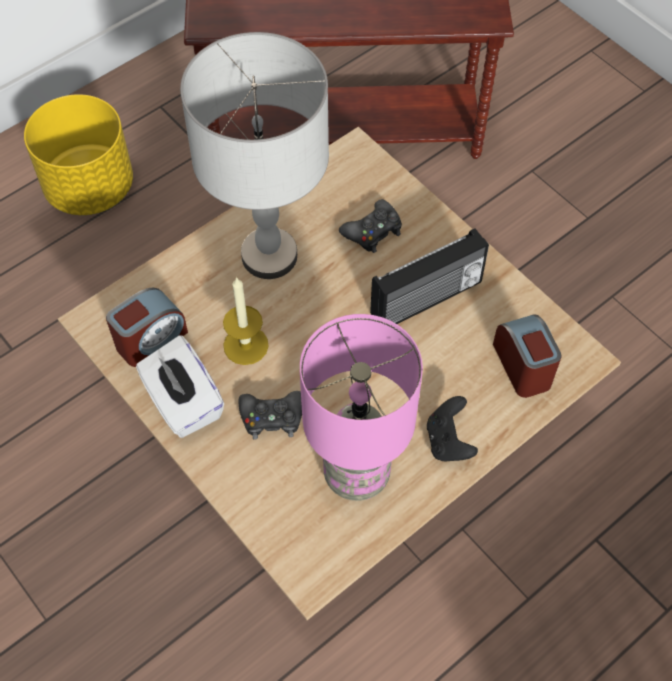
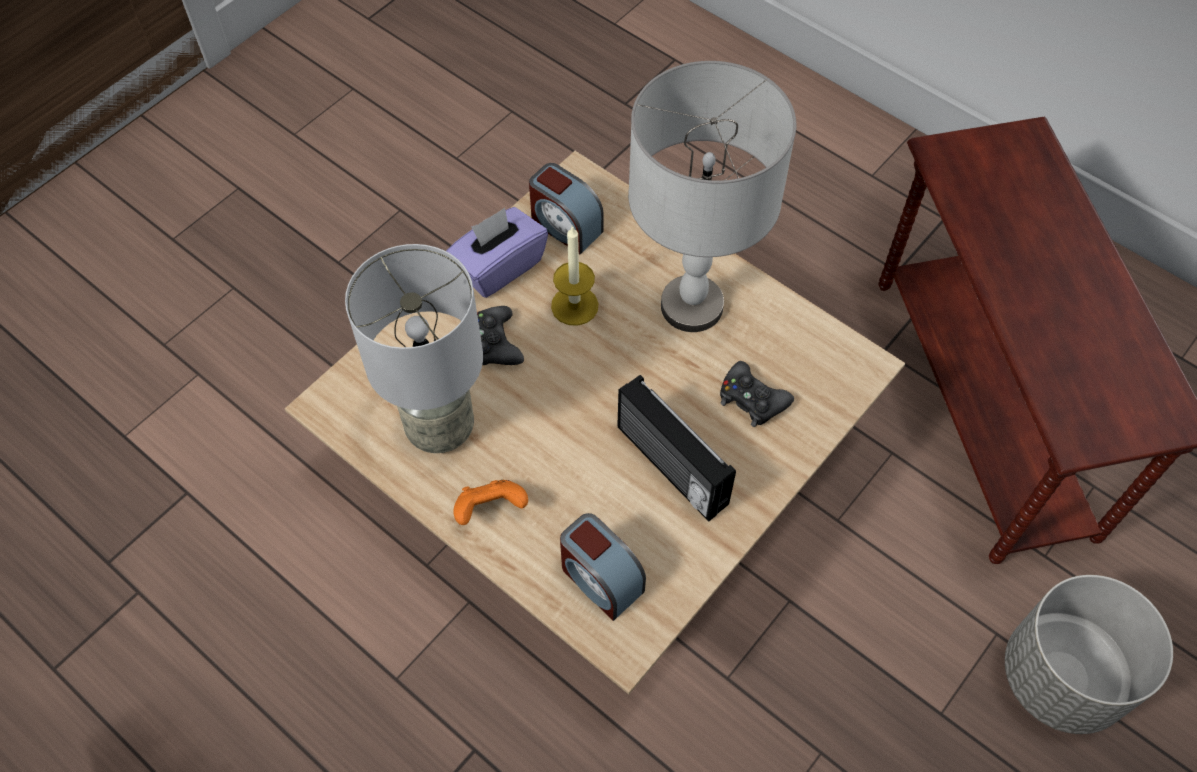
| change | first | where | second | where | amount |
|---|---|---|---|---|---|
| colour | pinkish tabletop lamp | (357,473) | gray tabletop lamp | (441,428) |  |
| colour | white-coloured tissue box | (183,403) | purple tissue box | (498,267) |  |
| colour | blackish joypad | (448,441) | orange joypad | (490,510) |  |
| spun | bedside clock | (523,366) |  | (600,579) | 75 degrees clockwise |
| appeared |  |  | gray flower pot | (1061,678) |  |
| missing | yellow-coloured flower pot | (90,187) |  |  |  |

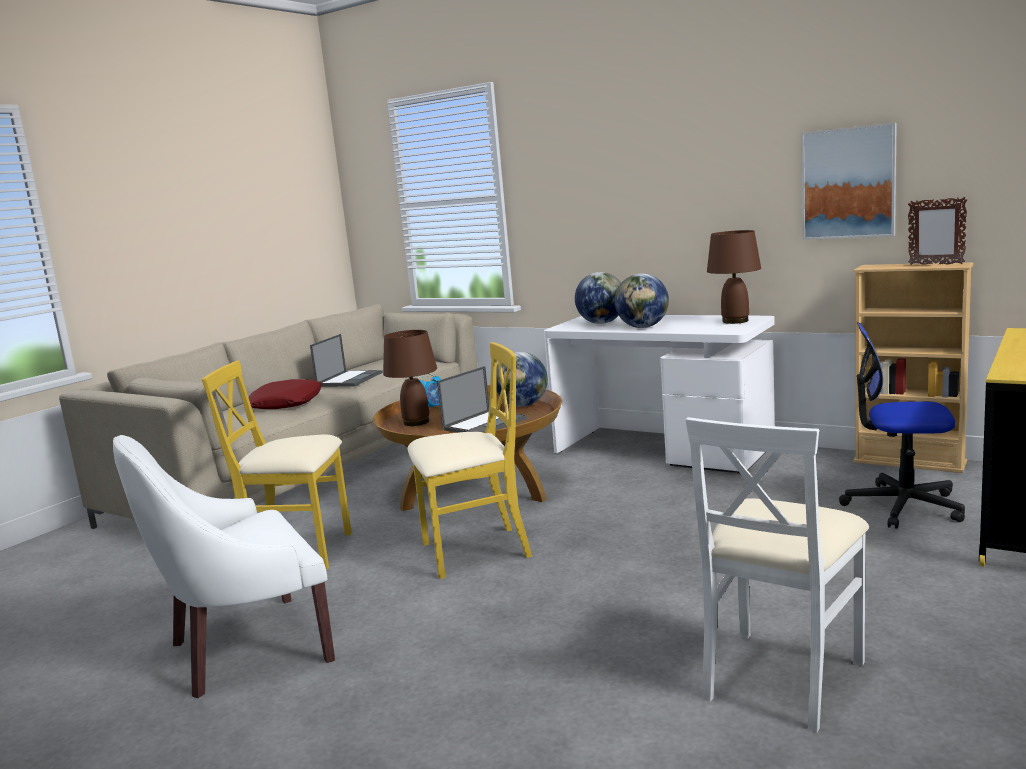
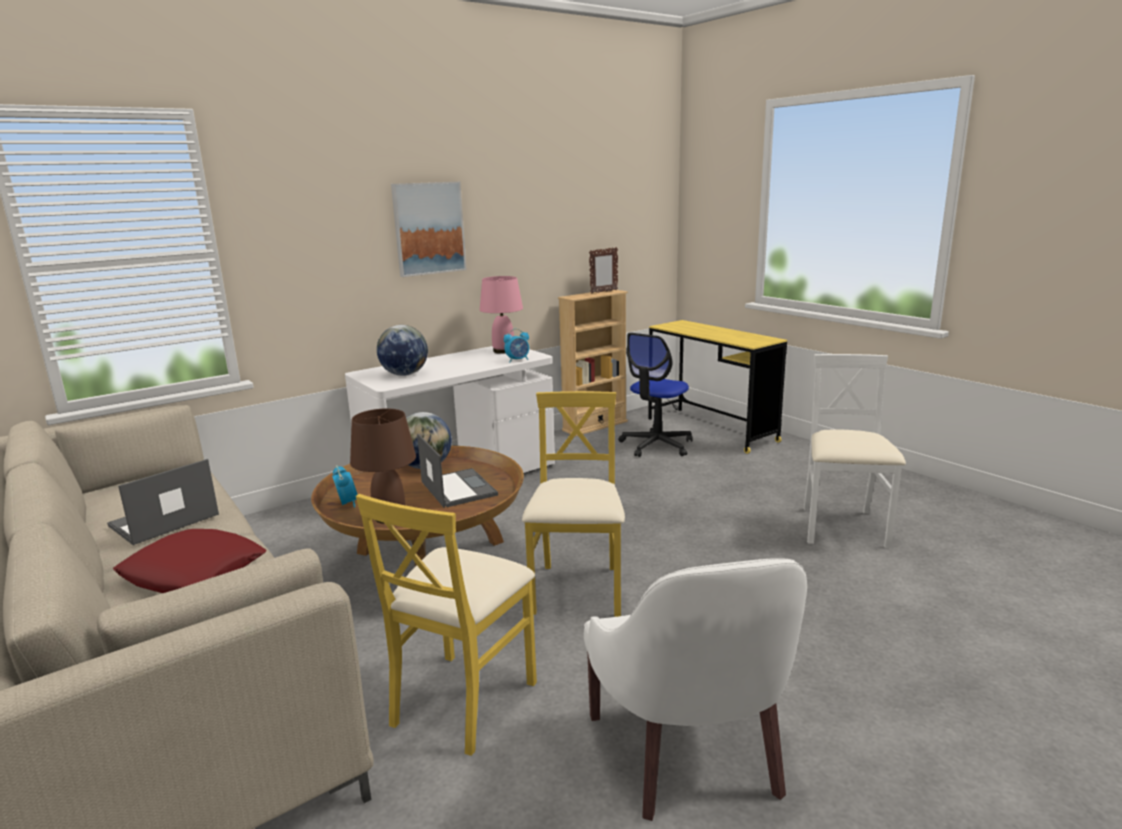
| change | first | where | second | where | amount |
|---|---|---|---|---|---|
| spun | portable computer | (350,379) |  | (163,521) | 90 degrees counterclockwise |
| relocated | picture | (848,183) |  | (429,228) |  |
| colour | brown tabletop lamp | (736,321) | pinkish tabletop lamp | (504,351) |  |
| appeared |  |  | bedside clock | (518,360) |  |
| spun | white-coloured plain chair | (781,677) |  | (842,528) | 135 degrees counterclockwise |
| missing | desk globe | (643,327) |  |  |  |

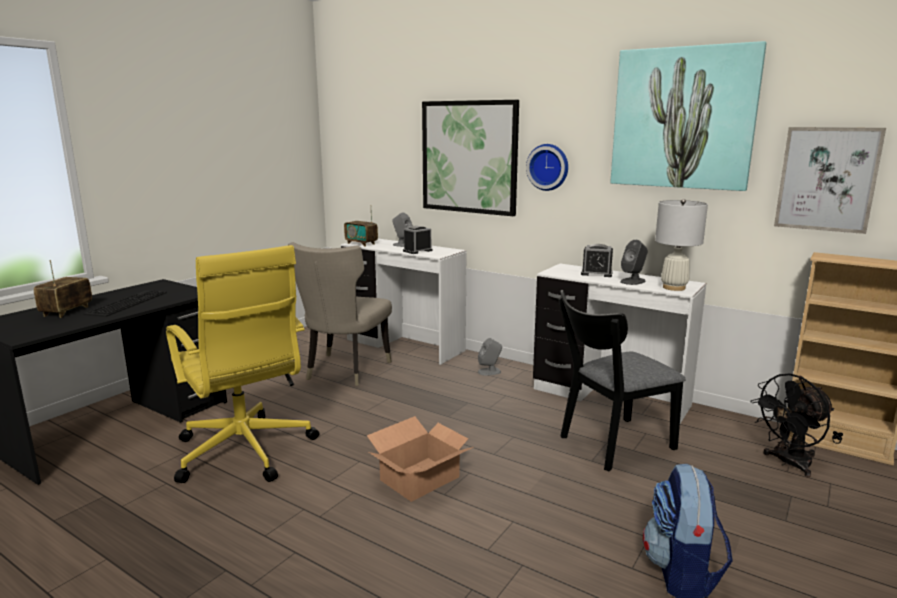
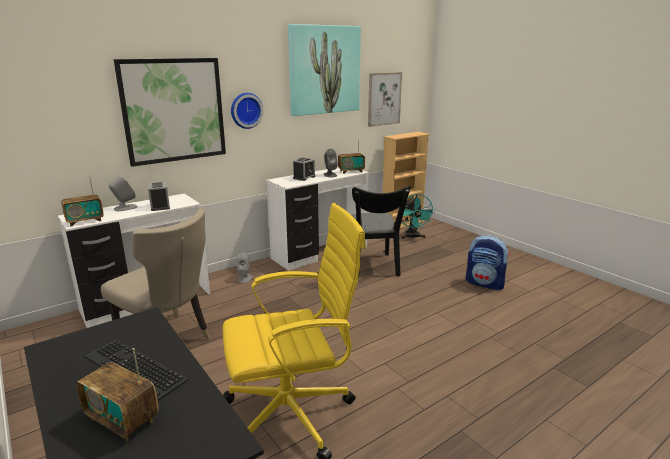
| change | first | where | second | where | amount |
|---|---|---|---|---|---|
| exchanged | white-coloured tabletop lamp | (674,288) | radio receiver | (351,171) |  |
| colour | blackish electric fan | (788,463) | turquoise electric fan | (412,237) |  |
| missing | carton | (421,478) |  |  |  |

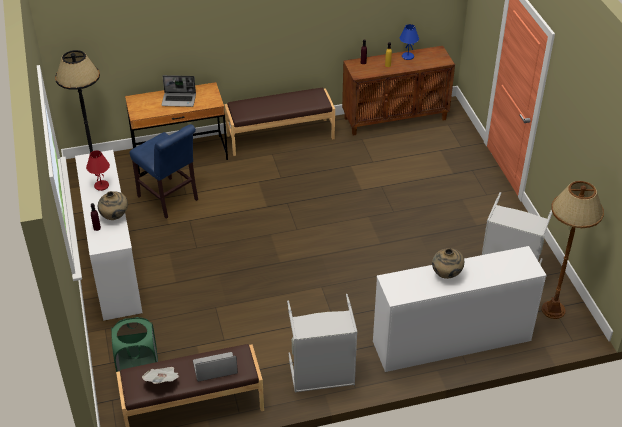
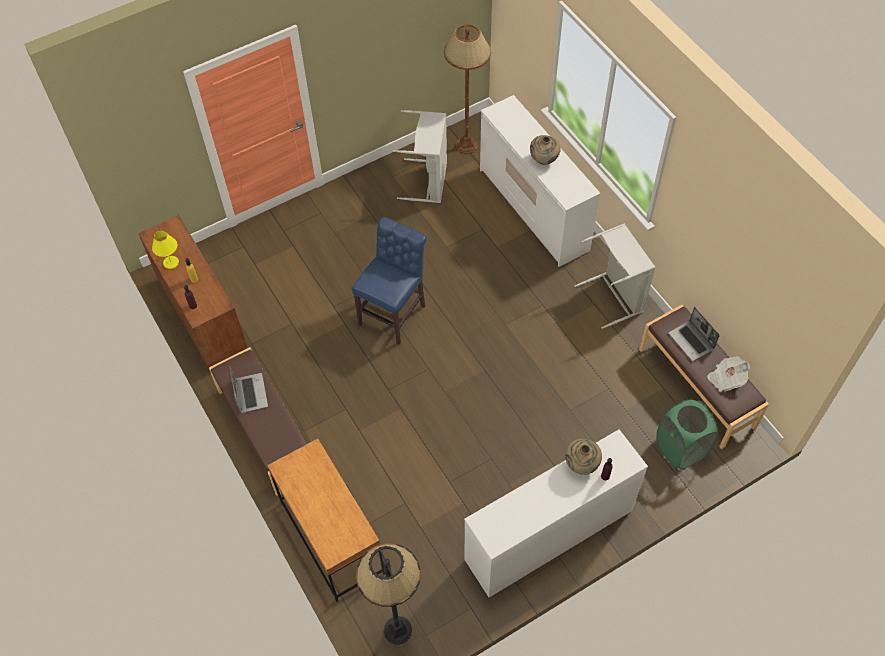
| change | first | where | second | where | amount |
|---|---|---|---|---|---|
| colour | bluish tabletop lamp | (407,57) | yellow-coloured tabletop lamp | (171,263) |  |
| relocated | portable computer | (179,100) |  | (250,393) |  |
| relocated | bluish plain chair | (170,199) |  | (394,313) |  |
| missing | red-coloured tabletop lamp | (101,186) |  |  |  |

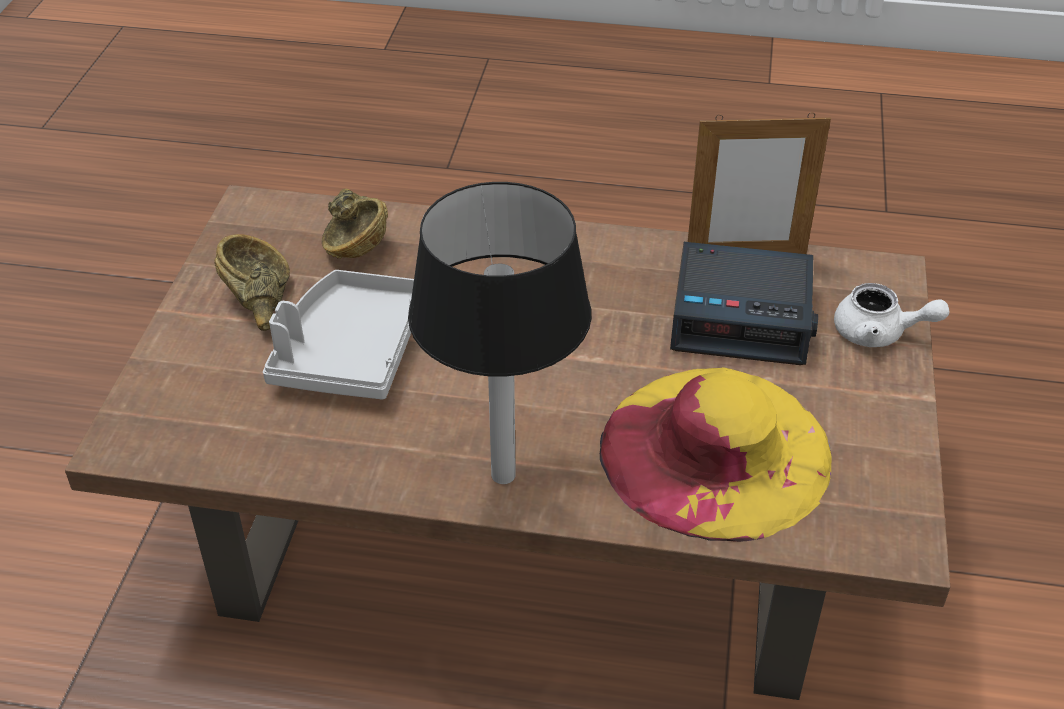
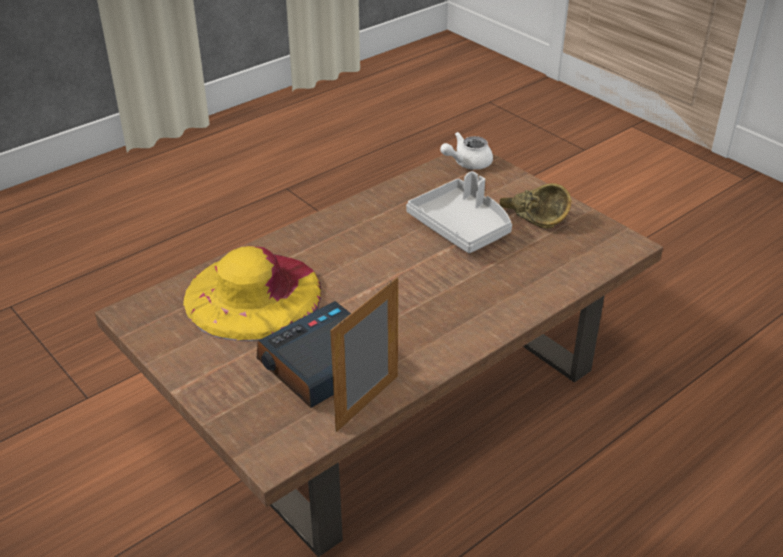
| change | first | where | second | where | amount |
|---|---|---|---|---|---|
| relocated | white-coloured tea pot | (879,333) |  | (467,163) |  |
| missing | brown deep dish | (351,237) |  |  |  |
| missing | tabletop lamp | (504,474) |  |  |  |

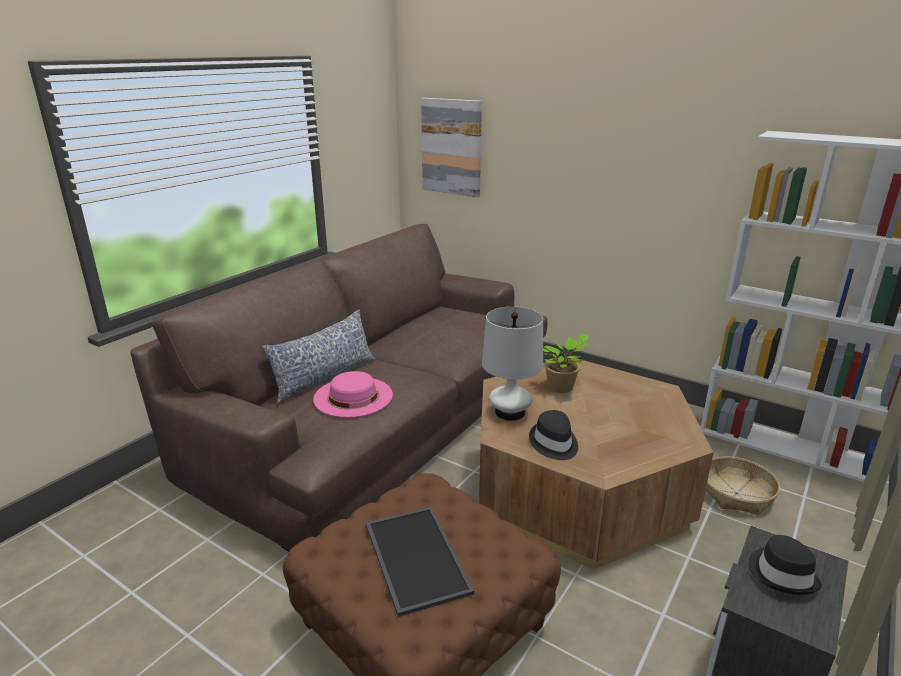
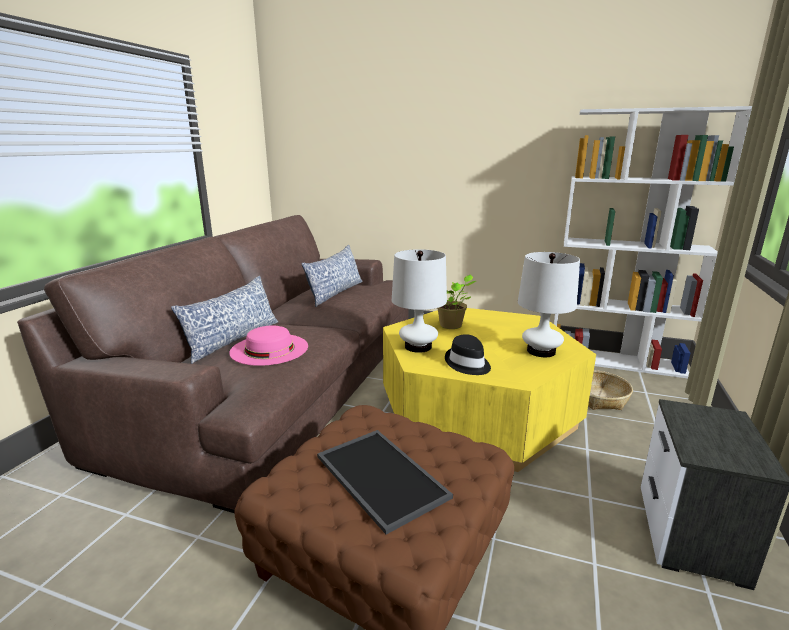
| change | first | where | second | where | amount |
|---|---|---|---|---|---|
| appeared |  |  | cushion | (335,292) |  |
| colour | brown lounge table | (579,489) | yellow-coloured lounge table | (477,412) |  |
| appeared |  |  | white-coloured tabletop lamp | (541,351) |  |
| missing | picture | (452,147) |  |  |  |
| missing | blackish hat | (782,574) |  |  |  |

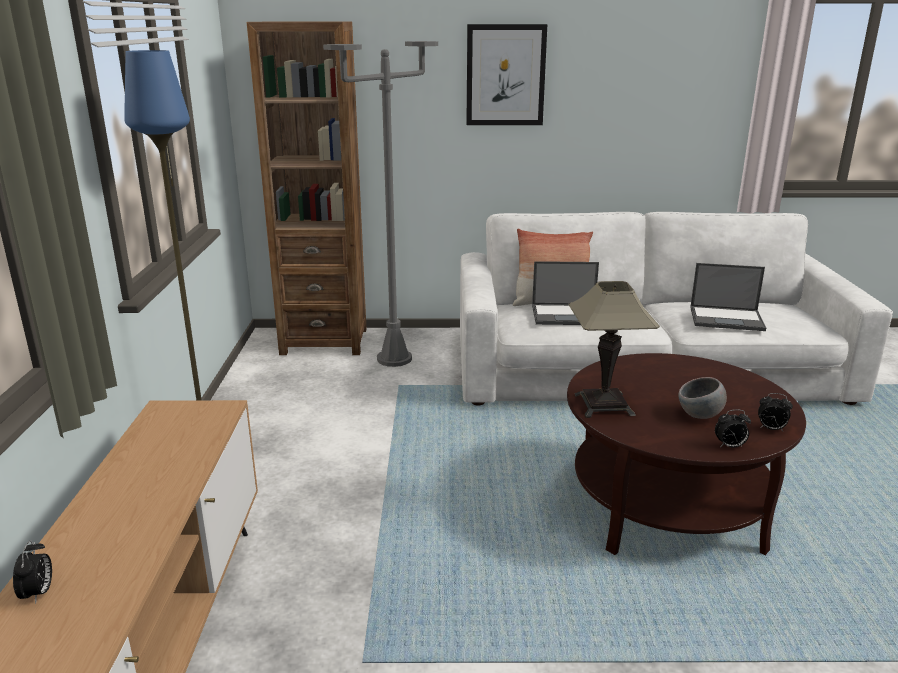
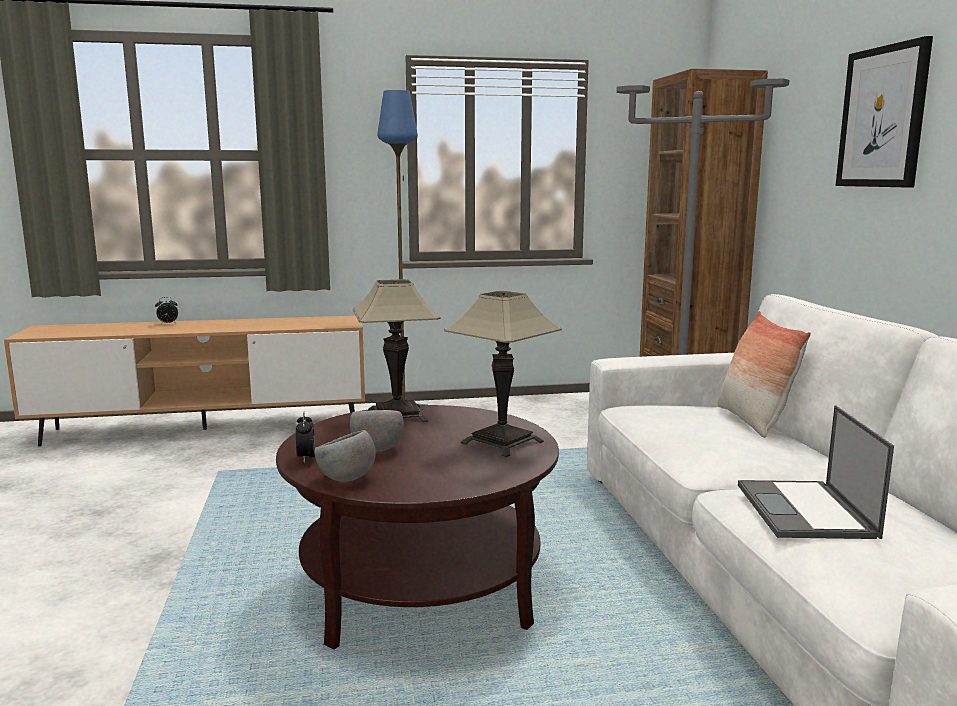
| change | first | where | second | where | amount |
|---|---|---|---|---|---|
| exchanged | bedside clock | (771,429) | gray deep dish | (346,479) |  |
| appeared |  |  | tabletop lamp | (502,442) |  |
| missing | portable computer | (567,315) |  |  |  |

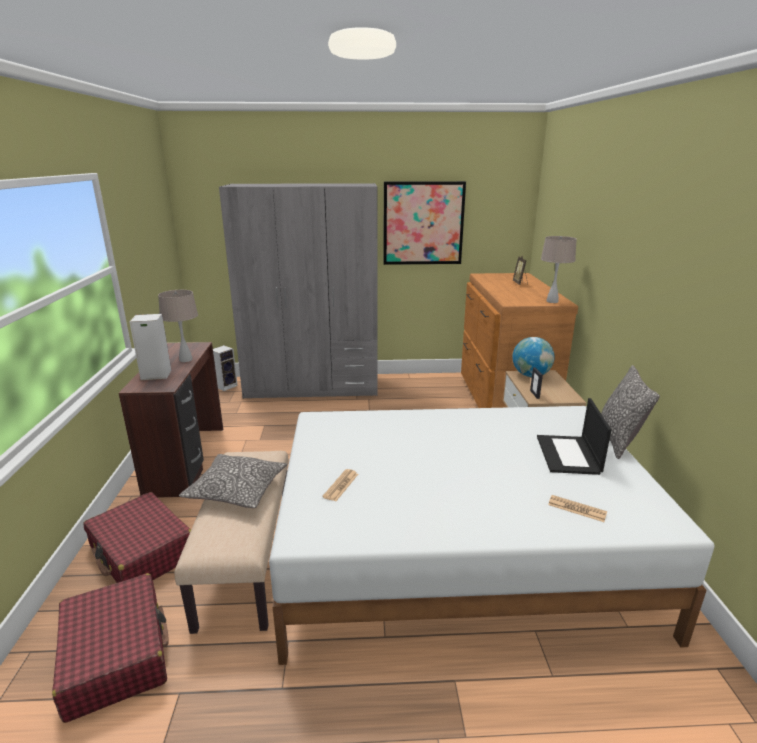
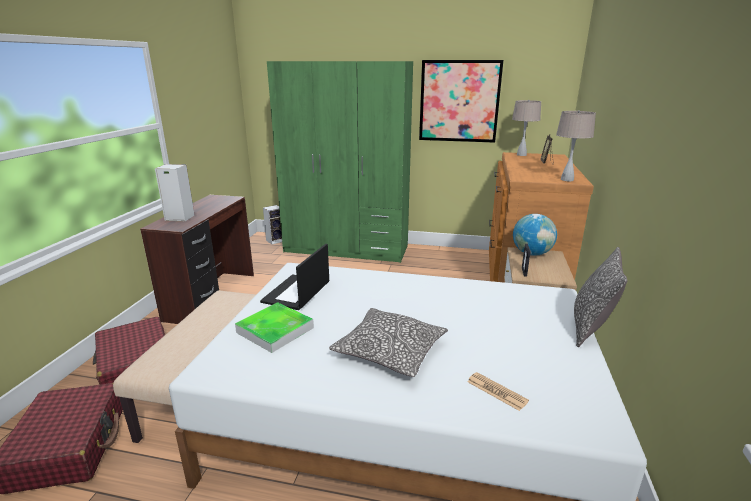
| change | first | where | second | where | amount |
|---|---|---|---|---|---|
| exchanged | printed paper | (341,485) | serving tray | (275,330) |  |
| relocated | portable computer | (569,455) |  | (296,293) |  |
| colour | gray wardrobe | (312,387) | green-coloured wardrobe | (346,249) |  |
| relocated | cushion | (237,490) |  | (389,351) |  |
| relocated | beige-coloured tabletop lamp | (186,359) |  | (521,155) |  |

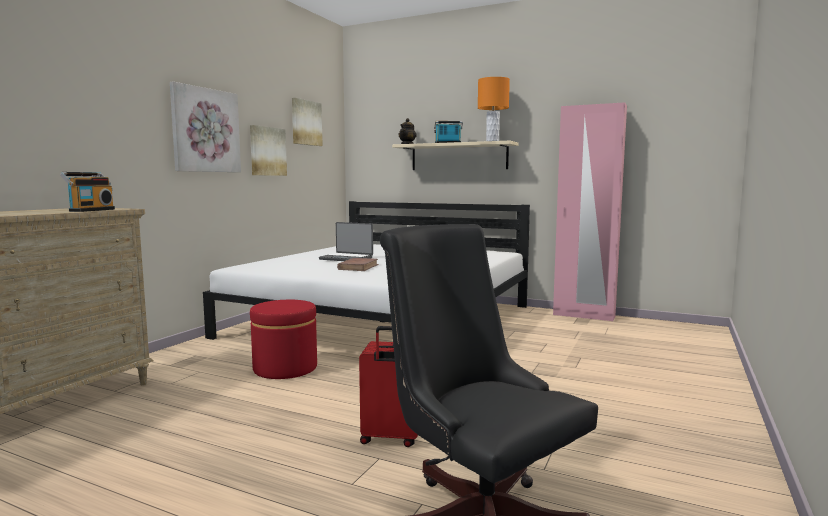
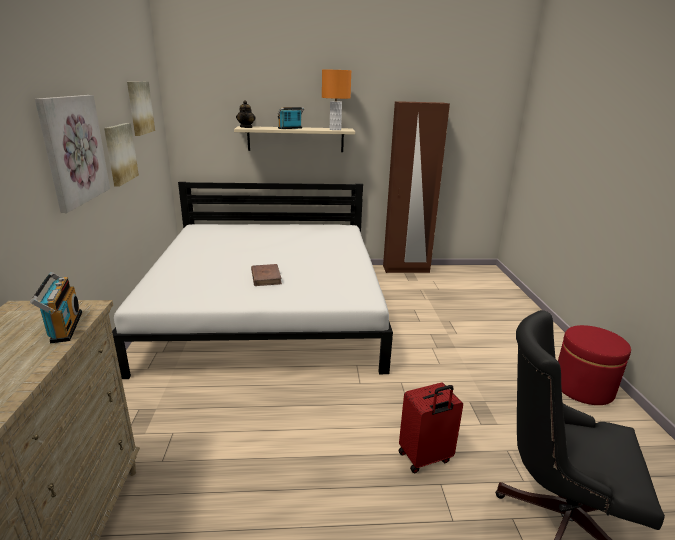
| change | first | where | second | where | amount |
|---|---|---|---|---|---|
| colour | pinkish wardrobe | (584,315) | brown wardrobe | (406,269) |  |
| relocated | red-coloured ottoman | (285,368) |  | (583,387) |  |
| missing | portable computer | (347,258) |  |  |  |

